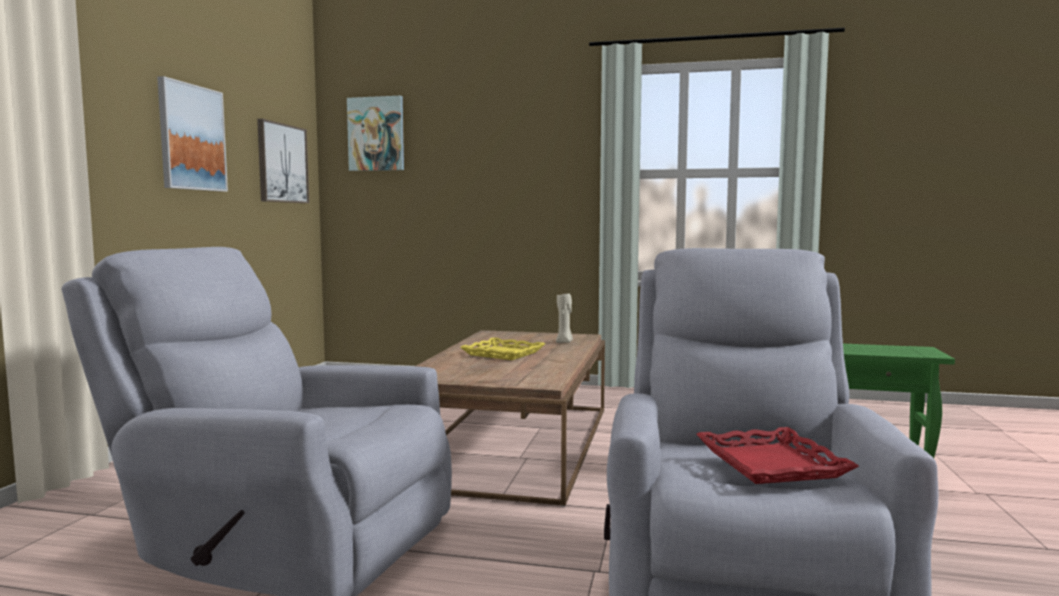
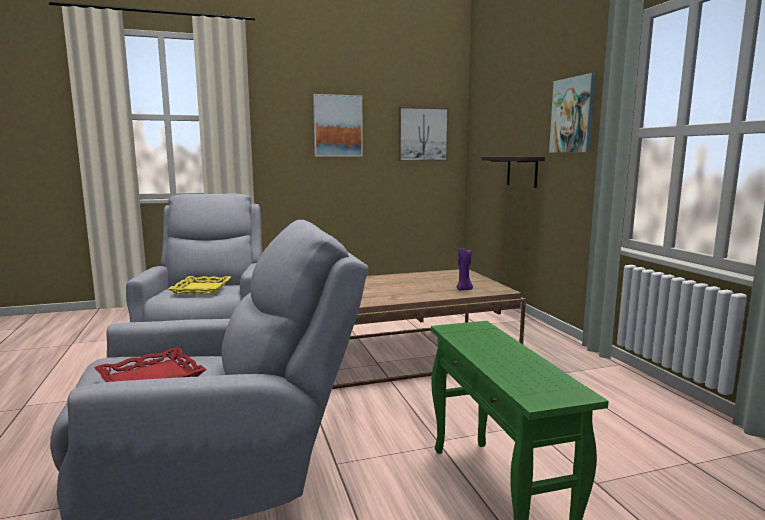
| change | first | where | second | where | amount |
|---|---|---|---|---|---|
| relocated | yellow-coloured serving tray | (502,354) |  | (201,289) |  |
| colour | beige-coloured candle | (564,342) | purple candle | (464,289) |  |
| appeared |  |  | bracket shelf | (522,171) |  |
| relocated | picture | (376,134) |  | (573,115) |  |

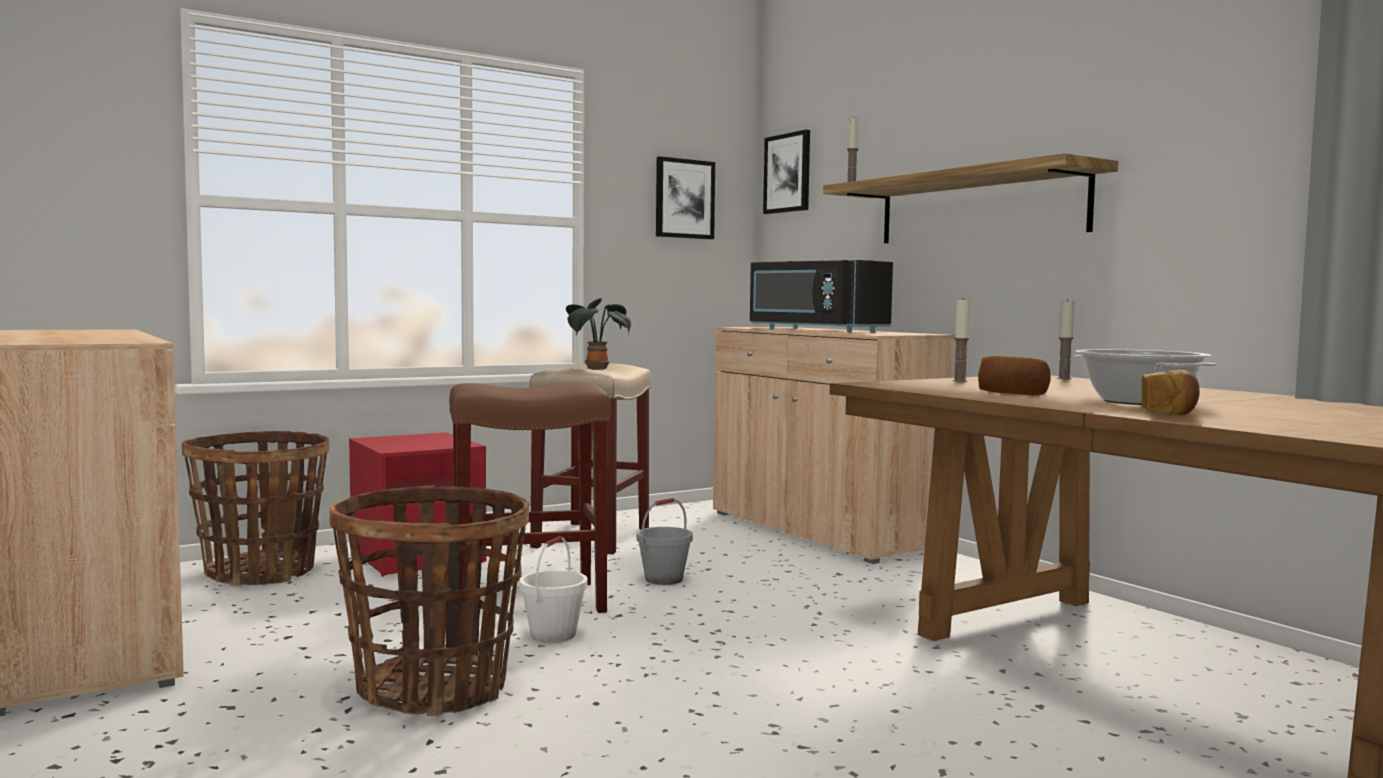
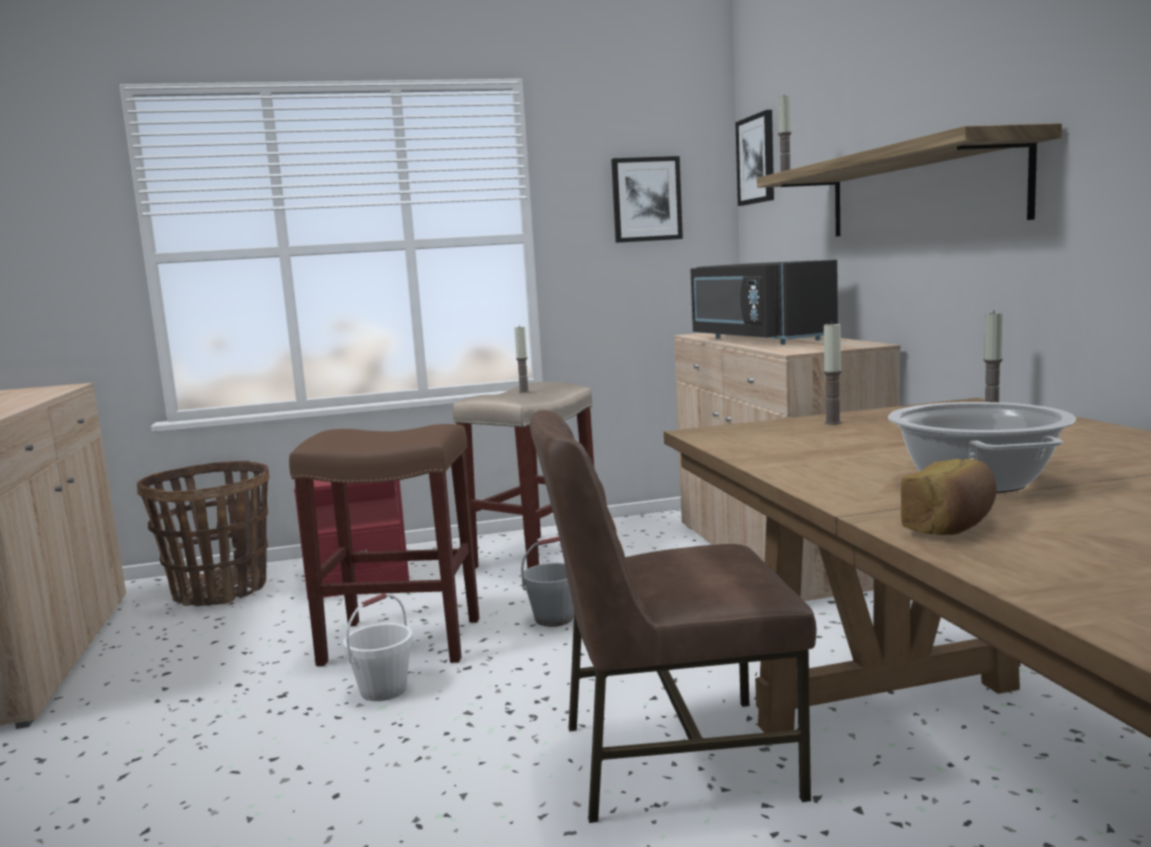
| change | first | where | second | where | amount |
|---|---|---|---|---|---|
| exchanged | plant in a pot | (595,369) | candle | (524,392) |  |
| appeared |  |  | brown plain chair | (673,758) |  |
| missing | basket | (434,689) |  |  |  |
| missing | bakery bread | (1012,393) |  |  |  |

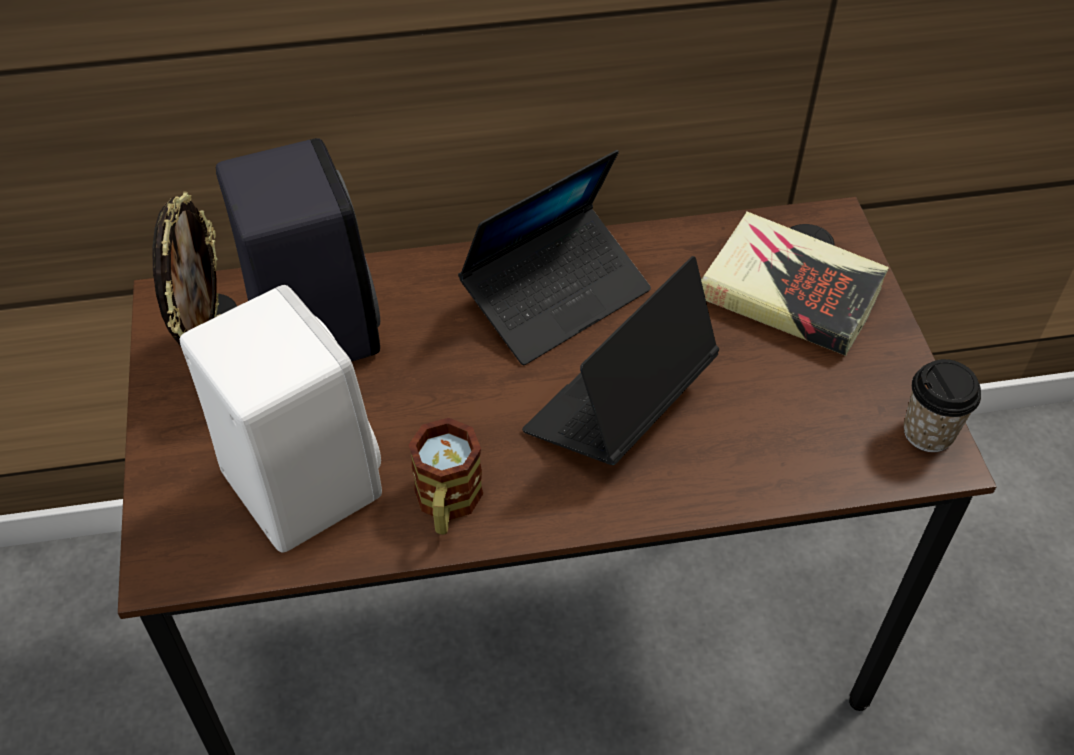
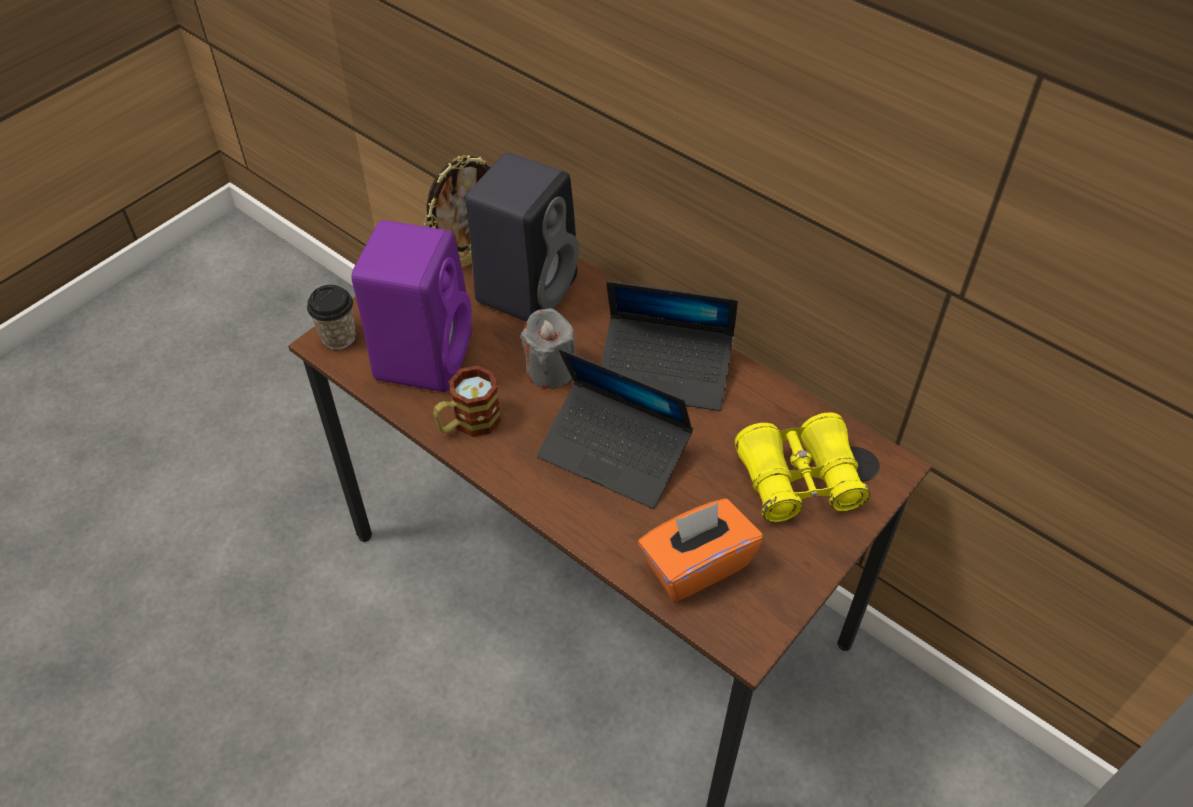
| change | first | where | second | where | amount |
|---|---|---|---|---|---|
| relocated | small cup | (928,432) |  | (338,337) |  |
| colour | white-coloured loudspeaker | (297,481) | purple loudspeaker | (423,354) |  |
| appeared |  |  | gray candle | (550,370) |  |
| spun | portable computer | (619,405) |  | (614,453) | 150 degrees counterclockwise |
| appeared |  |  | orange tissue box | (696,564) |  |
| exchanged | book | (790,292) | yellow-coloured binoculars | (798,480) |  |

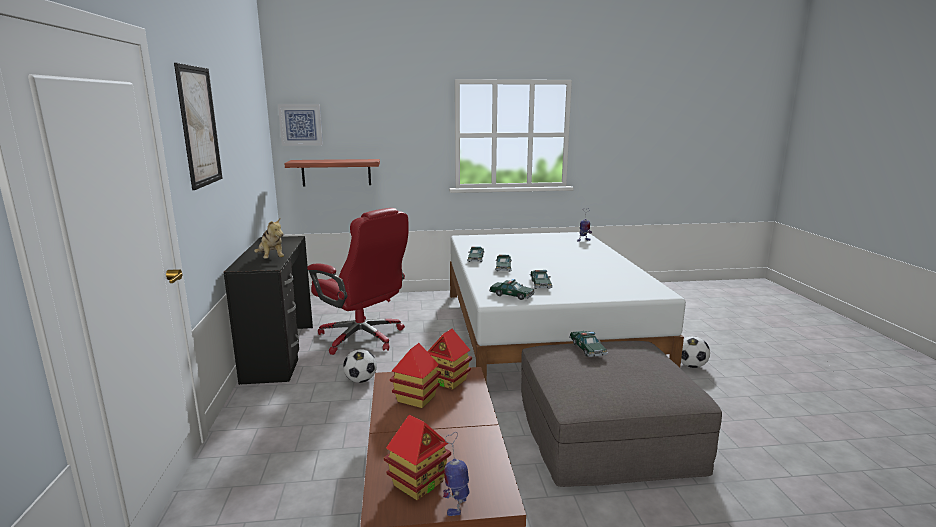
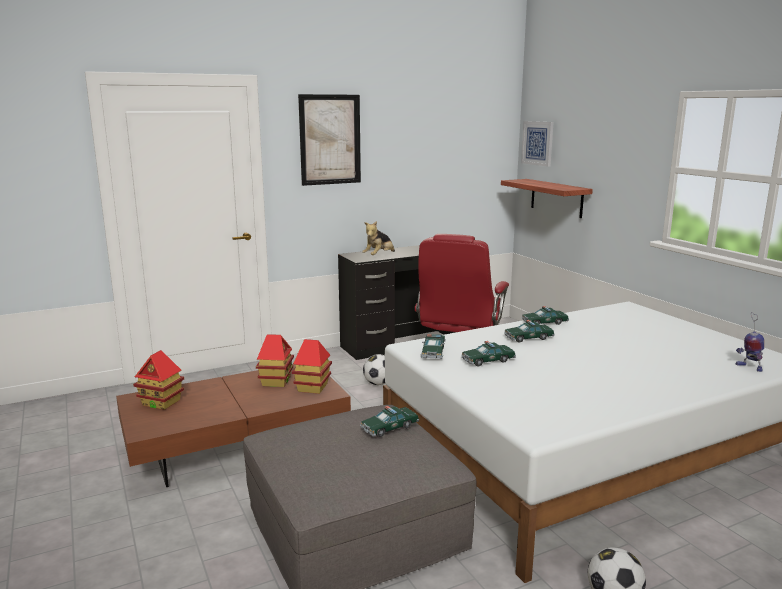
| change | first | where | second | where | amount |
|---|---|---|---|---|---|
| missing | model robot | (457,504) |  |  |  |

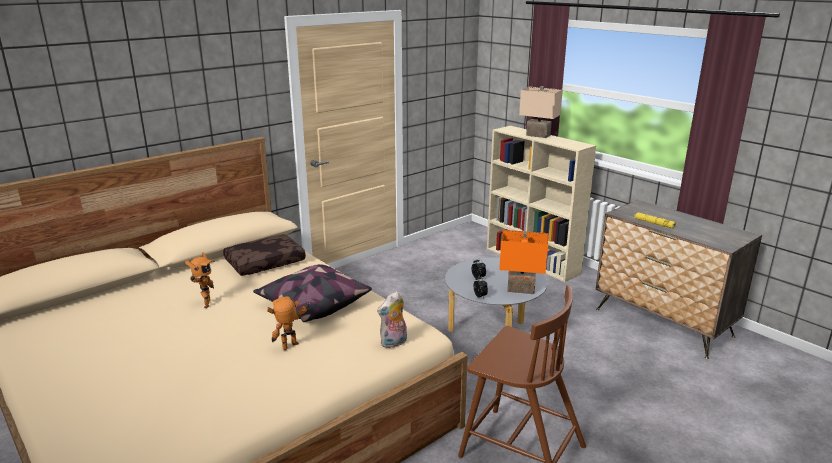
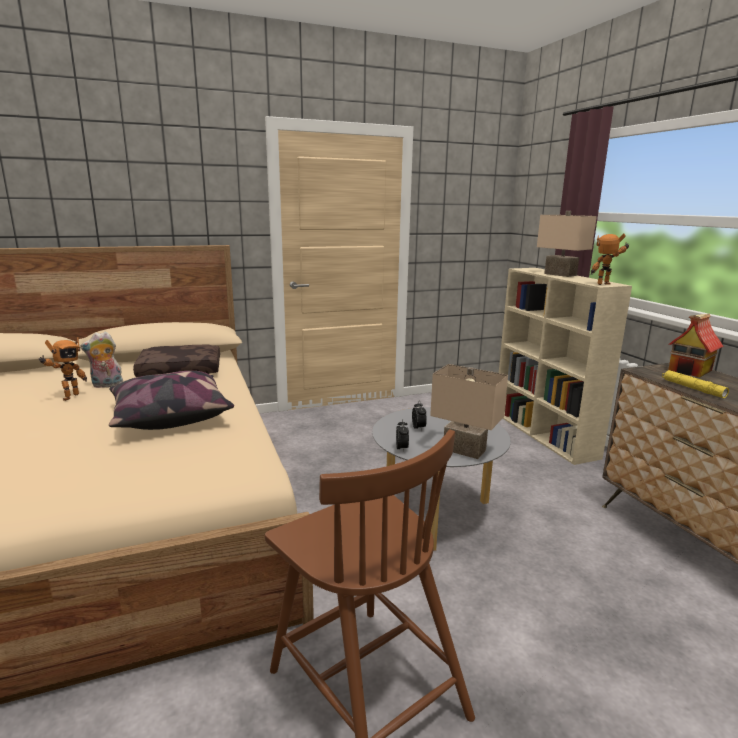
| change | first | where | second | where | amount |
|---|---|---|---|---|---|
| relocated | soft toy | (394,343) |  | (106,385) |  |
| colour | orange tabletop lamp | (520,290) | beige-coloured tabletop lamp | (463,450) |  |
| relocated | model robot | (292,348) |  | (605,284) |  |
| appeared |  |  | model house | (690,370) |  |

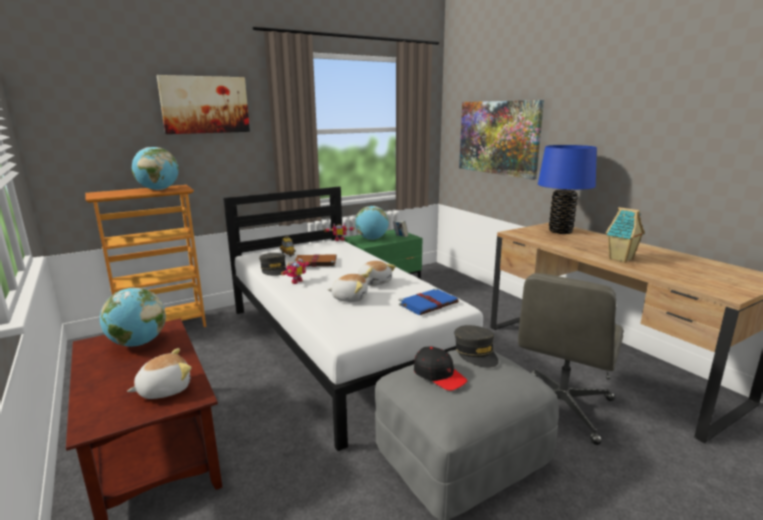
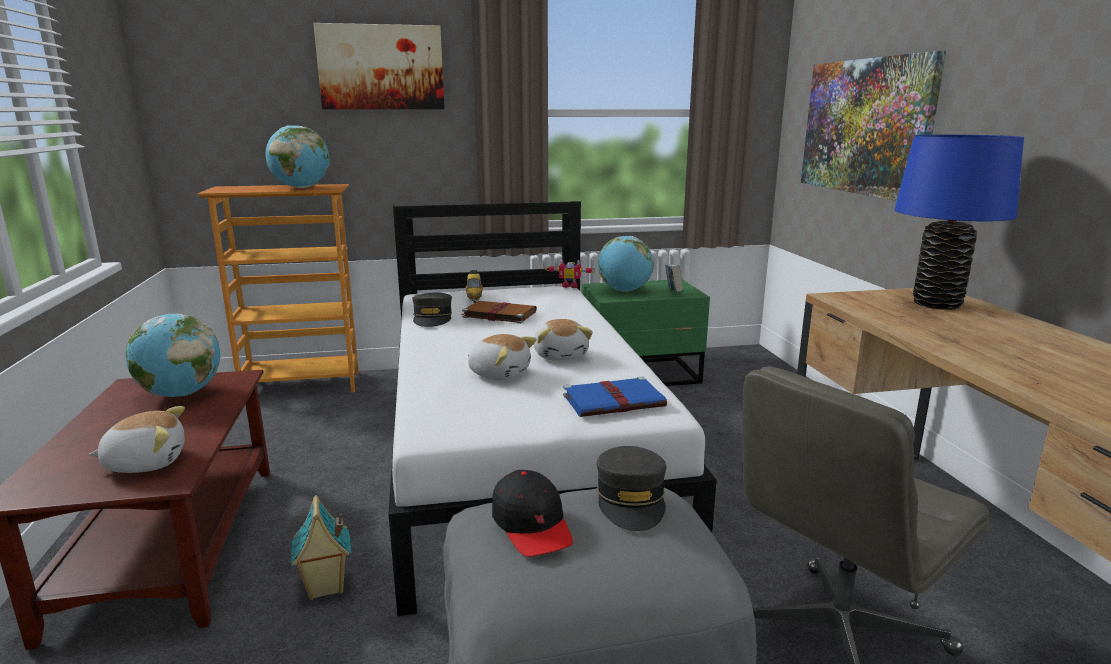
| change | first | where | second | where | amount |
|---|---|---|---|---|---|
| relocated | model house | (621,259) |  | (325,588) |  |
| missing | model robot | (295,281) |  |  |  |

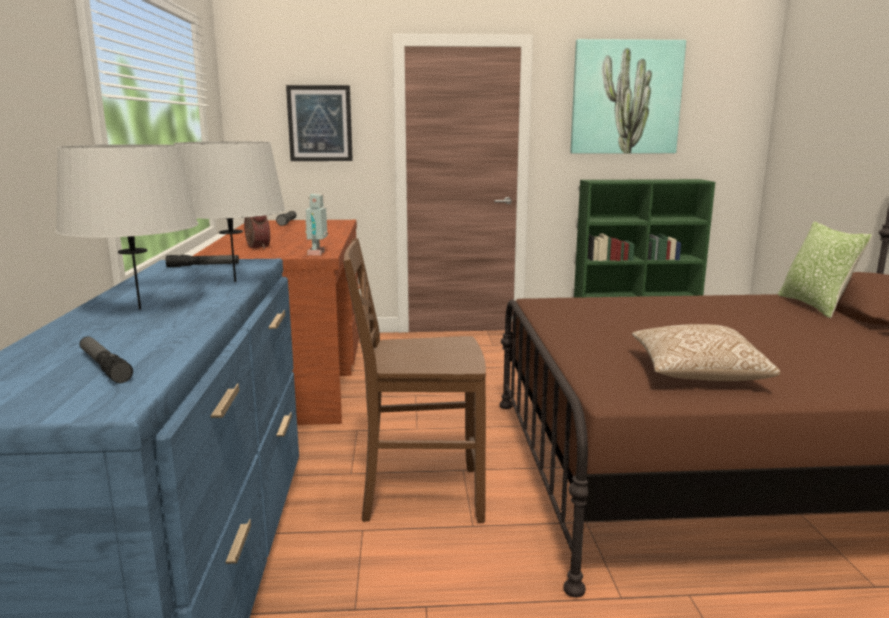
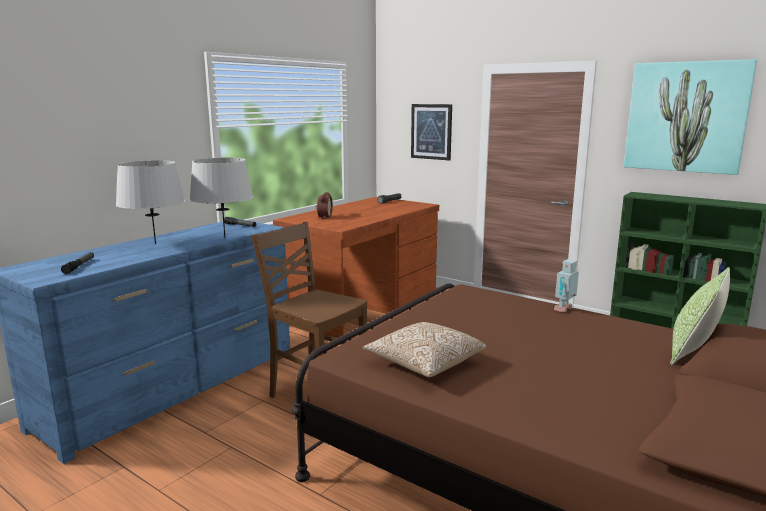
| change | first | where | second | where | amount |
|---|---|---|---|---|---|
| relocated | model robot | (318,253) |  | (565,309) |  |

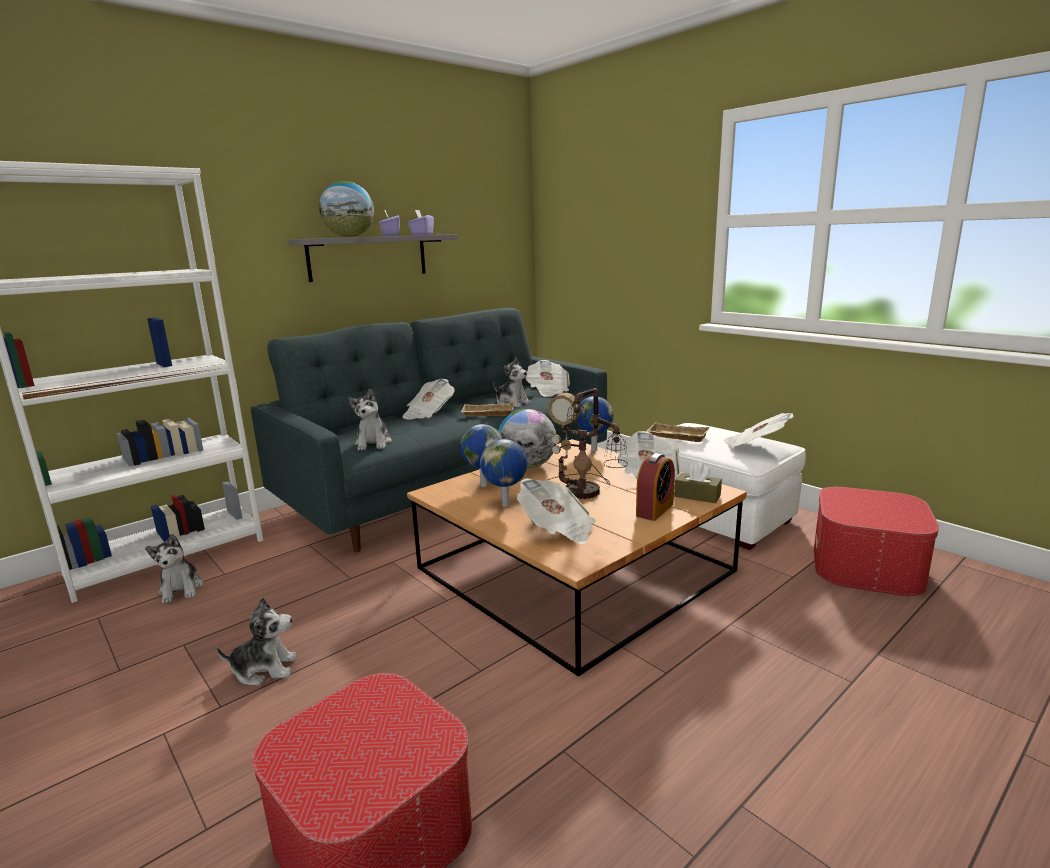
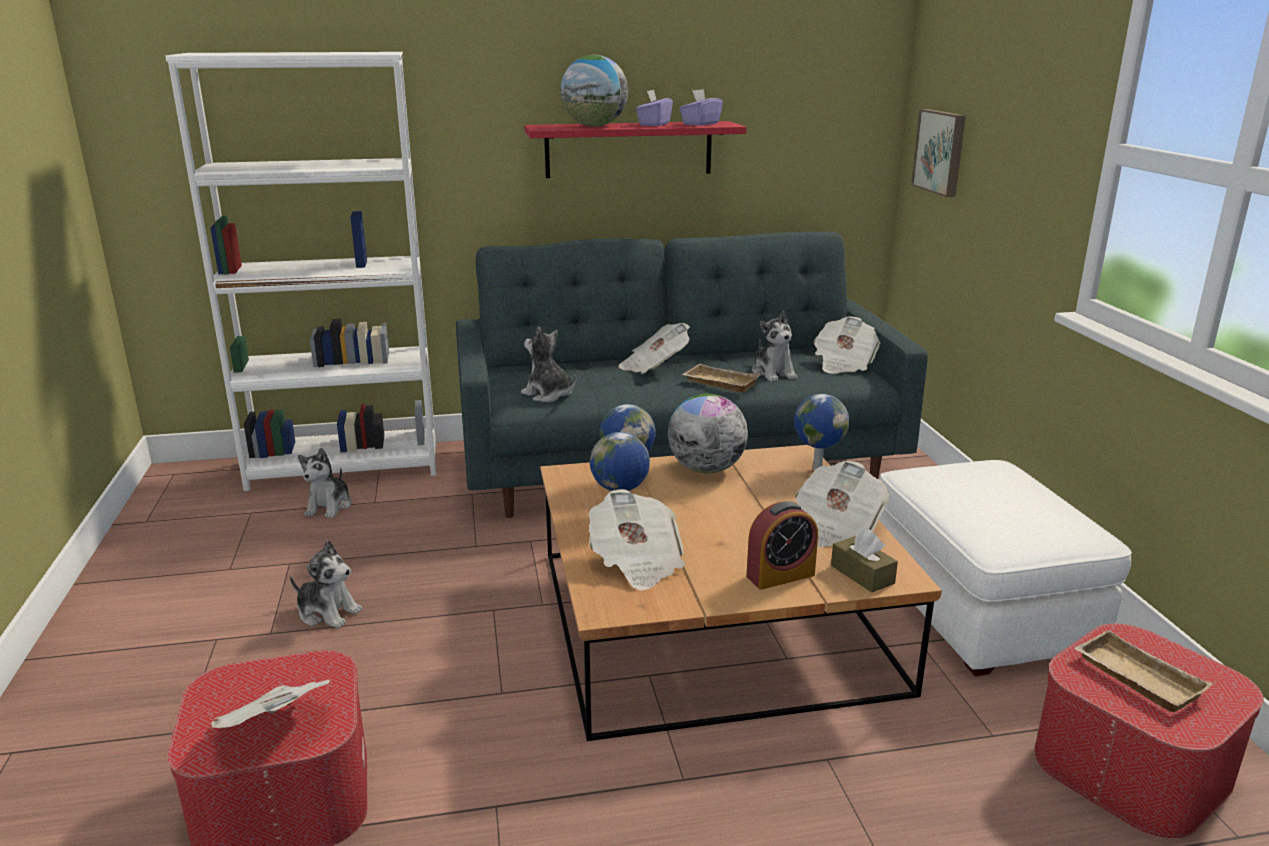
| change | first | where | second | where | amount |
|---|---|---|---|---|---|
| relocated | printed paper | (755,446) |  | (275,727) |  |
| spun | soft toy | (373,443) |  | (548,395) | 105 degrees clockwise |
| colour | gray bracket shelf | (368,257) | red-coloured bracket shelf | (629,149) |  |
| appeared |  |  | picture | (941,151) |  |
| relocated | beige-coloured serving tray | (676,436) |  | (1134,678) |  |
| missing | tabletop lamp | (583,493) |  |  |  |

